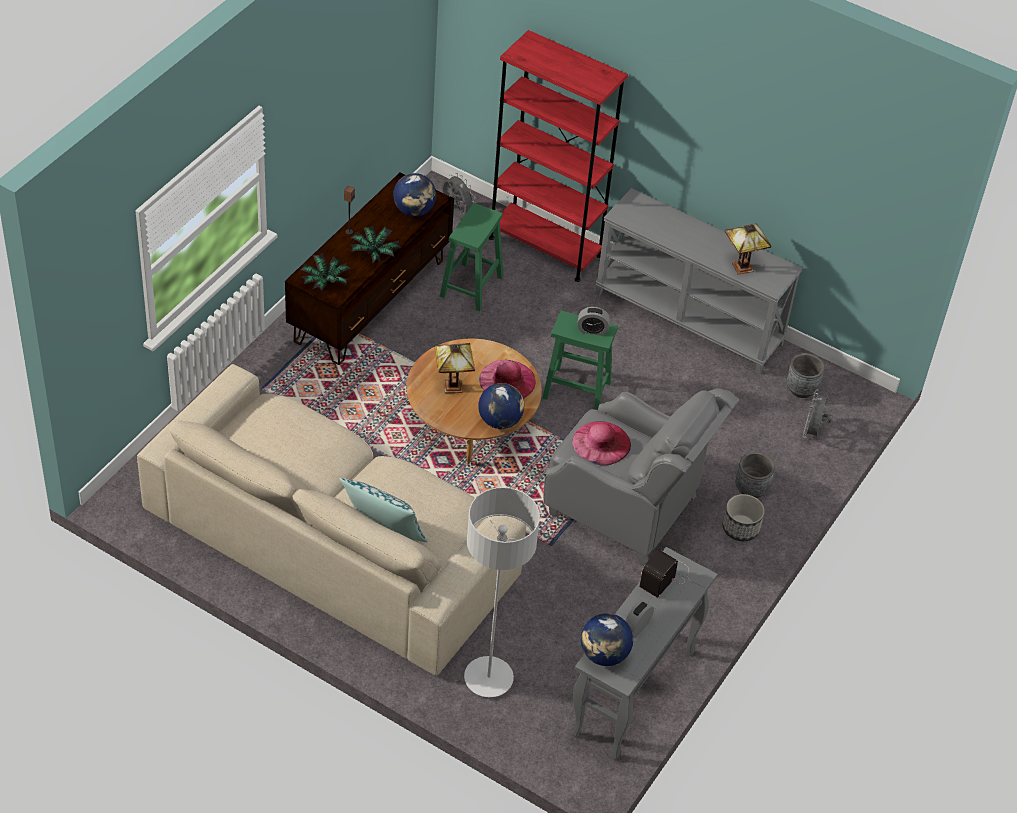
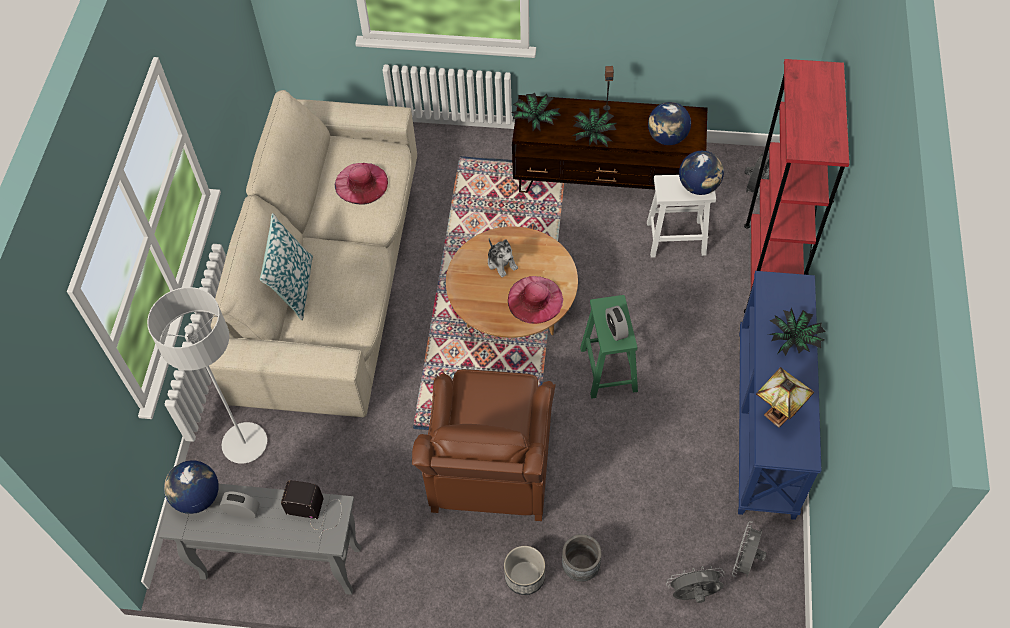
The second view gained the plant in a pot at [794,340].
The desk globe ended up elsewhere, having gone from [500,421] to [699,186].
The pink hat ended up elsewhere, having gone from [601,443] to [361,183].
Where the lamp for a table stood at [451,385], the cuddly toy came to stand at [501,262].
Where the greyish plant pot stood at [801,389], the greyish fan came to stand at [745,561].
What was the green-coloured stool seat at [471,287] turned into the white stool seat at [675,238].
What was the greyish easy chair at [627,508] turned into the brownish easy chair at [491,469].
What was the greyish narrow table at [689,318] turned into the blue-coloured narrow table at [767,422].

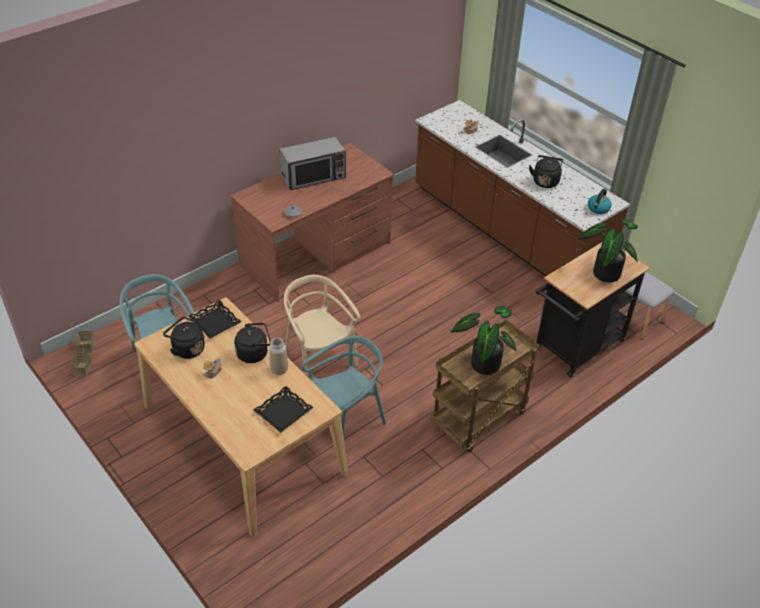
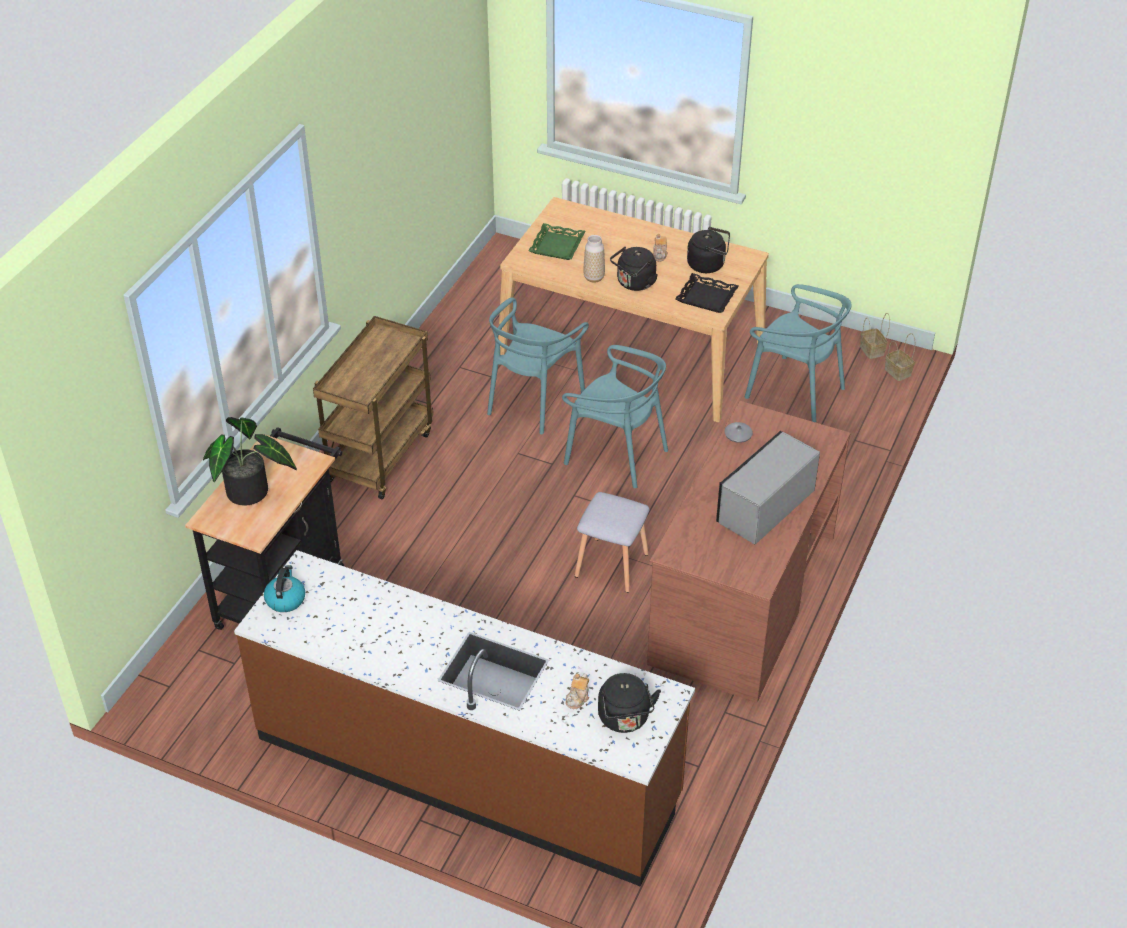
The second view lost the plant in a pot at [483,362].
The black kettle ended up elsewhere, having gone from [545,181] to [625,719].
The greyish stool seat ended up elsewhere, having gone from [639,321] to [611,564].
What was the black carrying tray at [283,412] turned into the green-coloured carrying tray at [557,246].
What was the beige-coloured chair at [319,359] turned into the blue-green chair at [616,454].

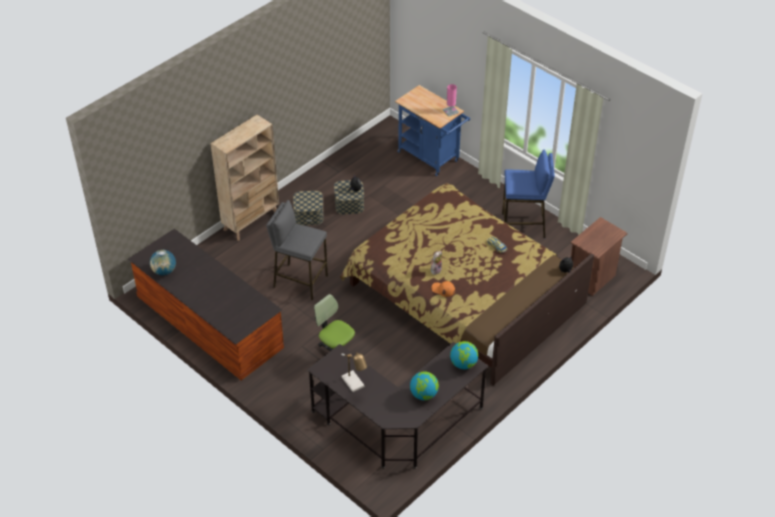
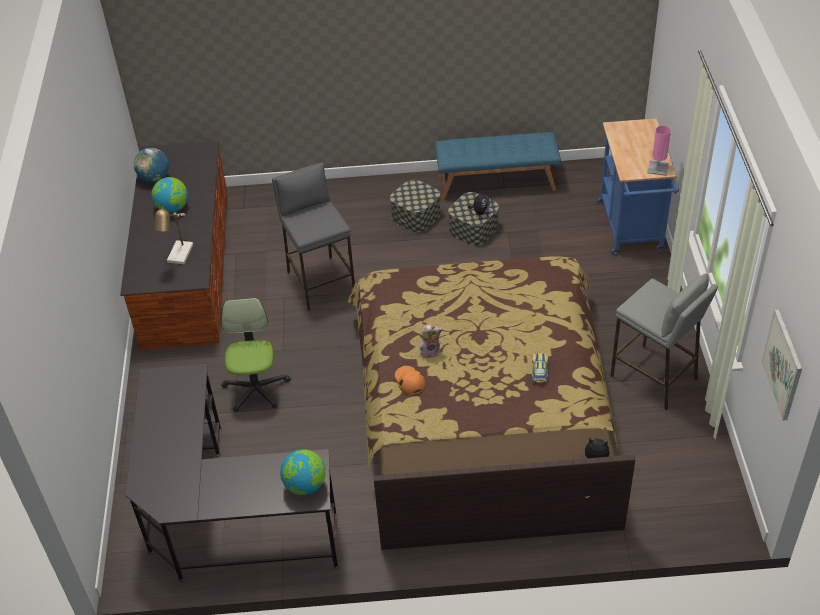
The second view lost the beige-coloured bookshelf at [251,221].
The second view lost the brownish nightstand at [592,278].
The second view gained the blue-coloured bench at [496,182].
The second view gained the wall picture at [783,364].
The lamp for a table ended up elsewhere, having gone from [355,384] to [179,256].
The desk globe ended up elsewhere, having gone from [424,394] to [173,208].
What was the blue-coloured stool seat at [523,226] turned into the greyish stool seat at [654,378].

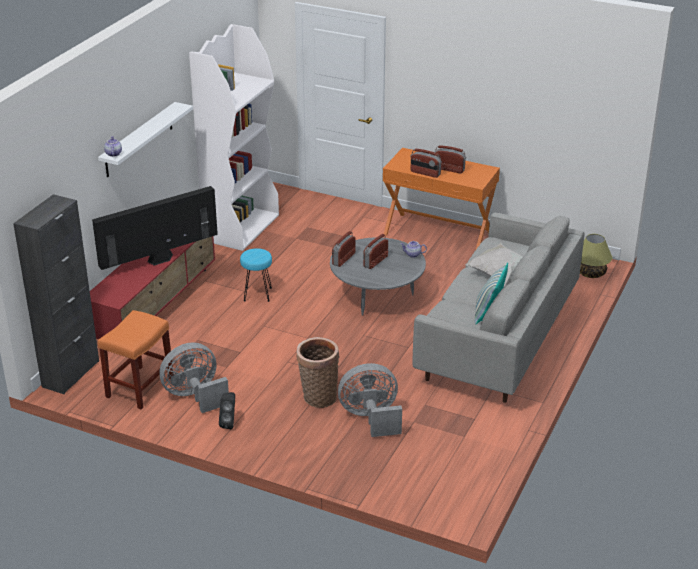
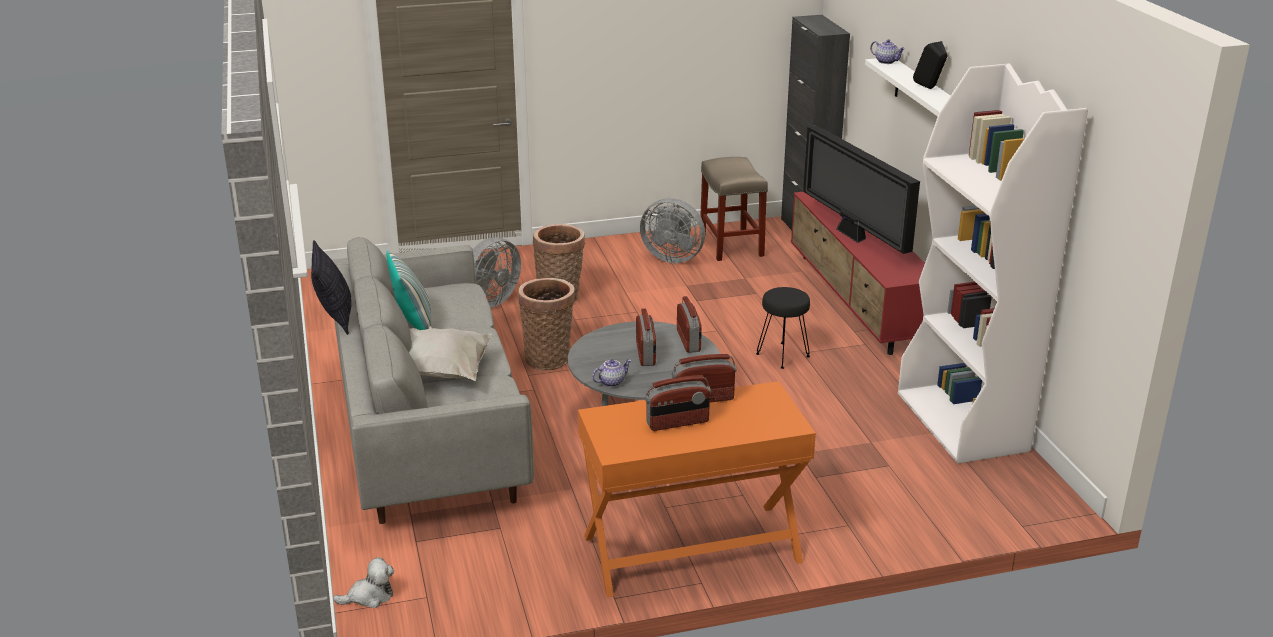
The second view gained the throw pillow at [335,318].
The second view gained the storage basket at [548,358].
The black loudspeaker ended up elsewhere, having gone from [229,423] to [929,88].
Where the lamp for a table stood at [591,273], the cuddly toy came to stand at [369,596].
What was the orange stool seat at [139,388] turned into the beige-coloured stool seat at [730,244].
What was the blue-green stool seat at [257,294] turned into the black stool seat at [783,356].
The TV at [159,260] ended up facing another way, 135 degrees clockwise from before.
The greyish fan at [195,396] ended up facing another way, 90 degrees clockwise from before.

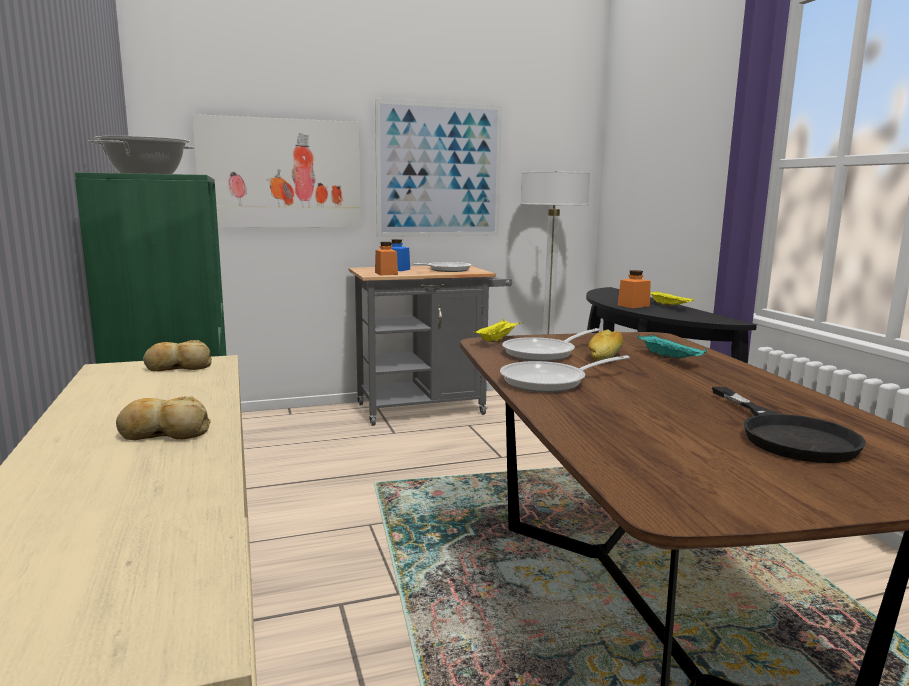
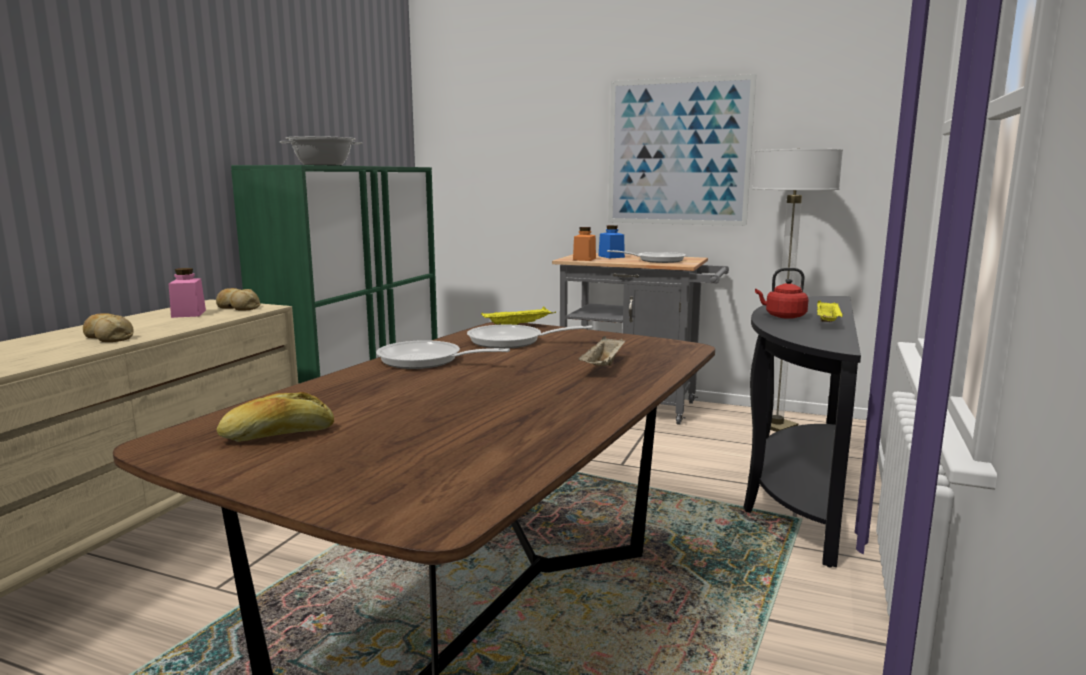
The second view lost the wall picture at [280,173].
The second view lost the black frying pan at [787,435].
The second view gained the pink preserve jar at [188,314].
The bread ended up elsewhere, having gone from [605,357] to [278,435].
Where the orange preserve jar stood at [633,305], the reddish kettle came to stand at [783,316].
What was the blue-green carrying tray at [670,359] turned into the beige-coloured carrying tray at [603,367].

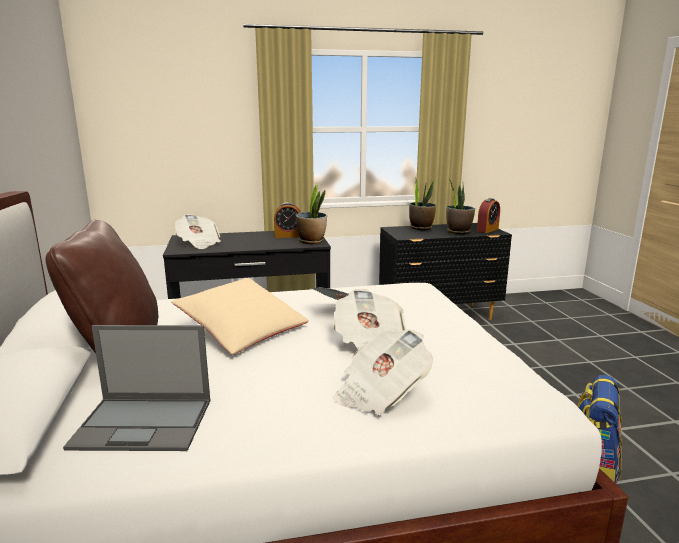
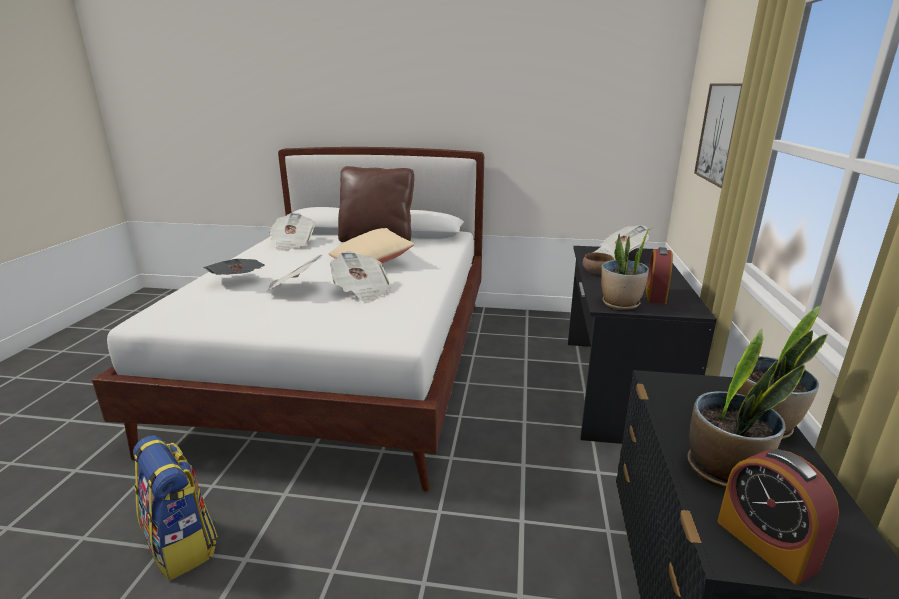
The second view gained the brownish bowl at [597,273].
The second view gained the wall picture at [722,133].
Where the notebook computer stood at [145,423], the printed paper came to stand at [292,244].

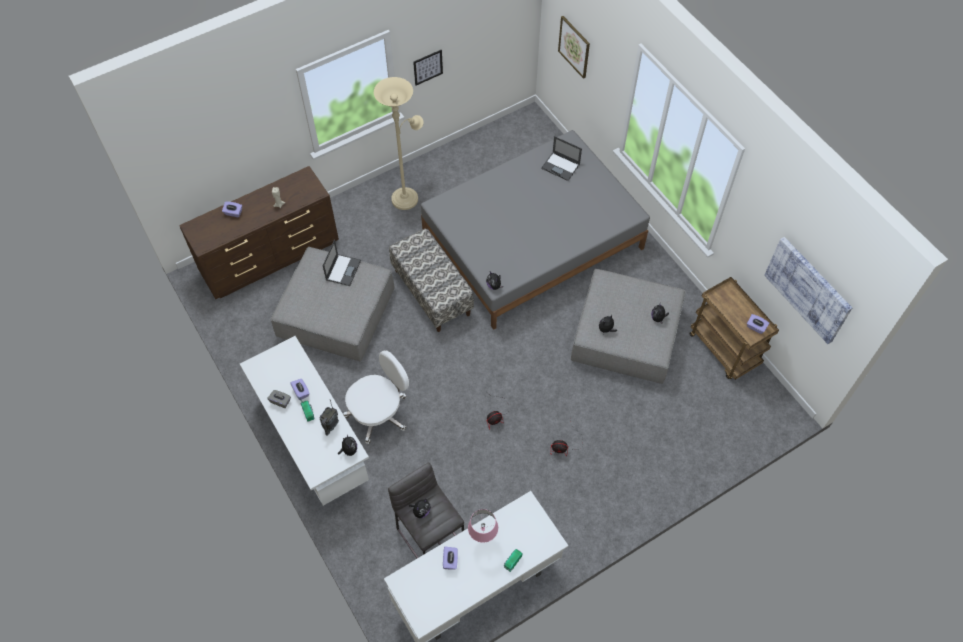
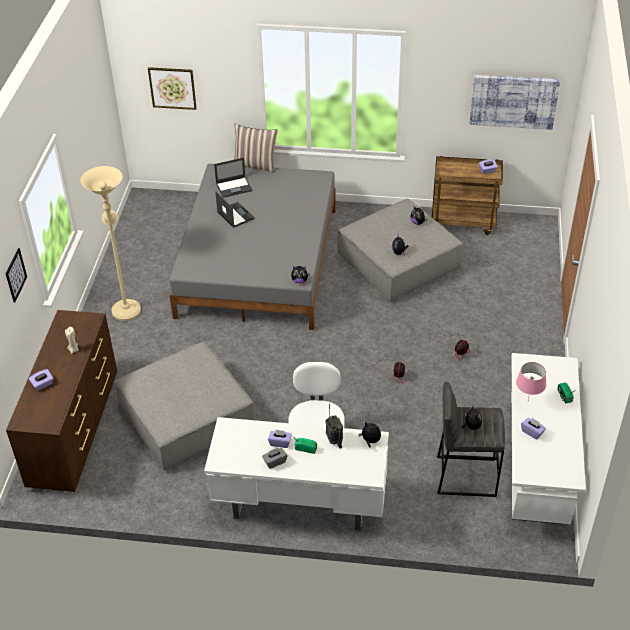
The second view lost the bench at [432,292].
The second view gained the throw pillow at [255,165].
The notebook computer ended up elsewhere, having gone from [343,270] to [235,215].
The wall picture ended up elsewhere, having gone from [428,67] to [15,275].

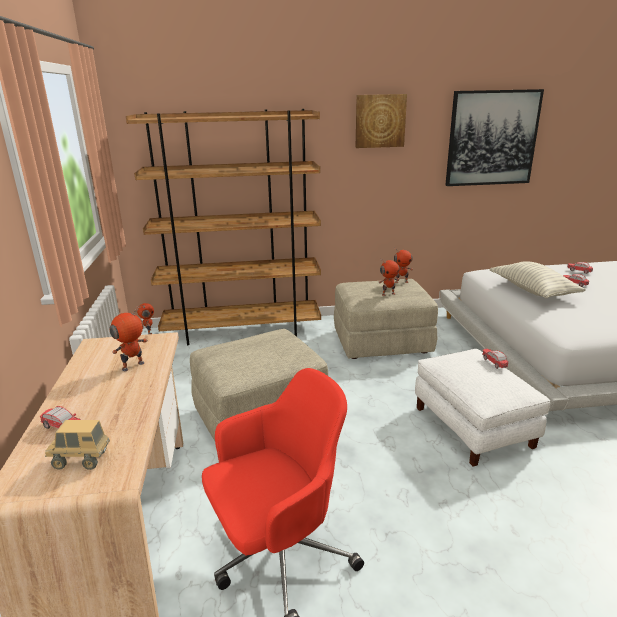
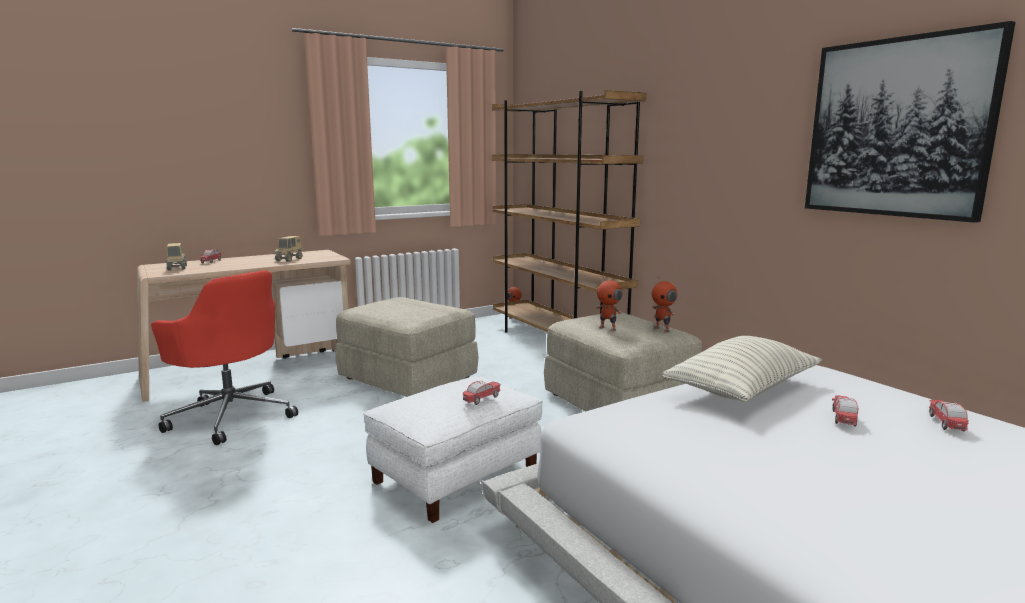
The second view lost the wall picture at [380,121].
Where the model robot stood at [133,366], the model truck came to stand at [289,260].

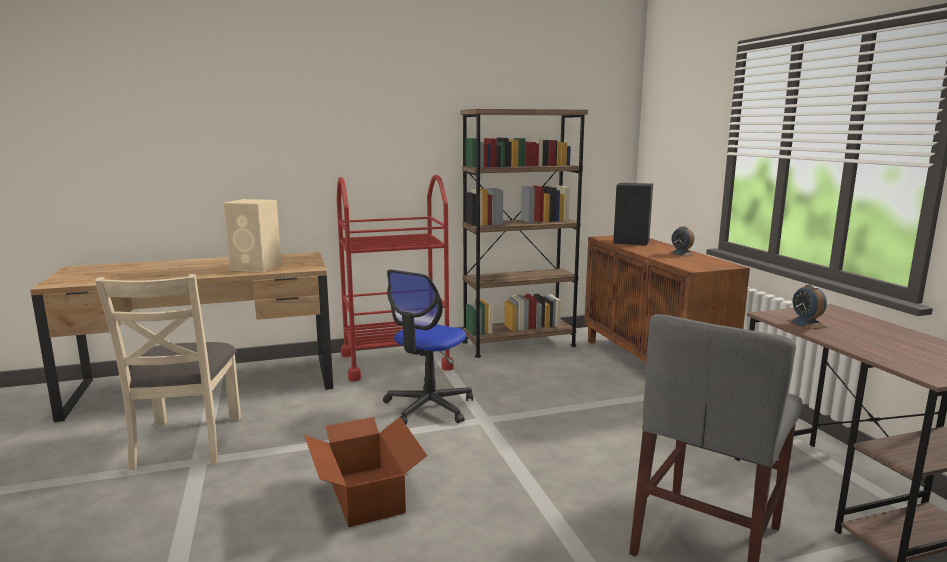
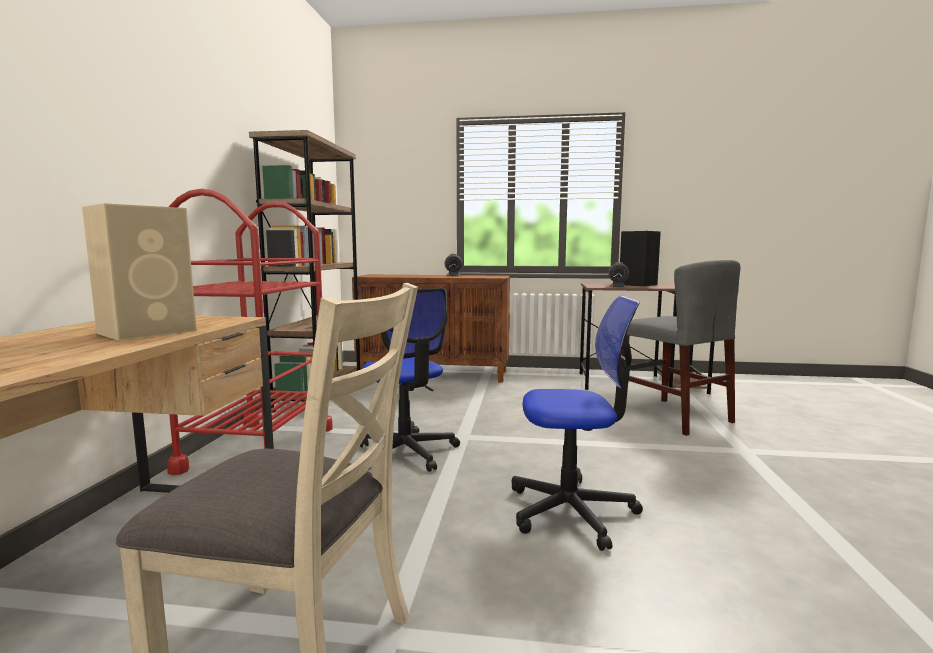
The black loudspeaker ended up elsewhere, having gone from [632,242] to [638,284].
Where the packing box stood at [365,496], the office chair came to stand at [571,511].

